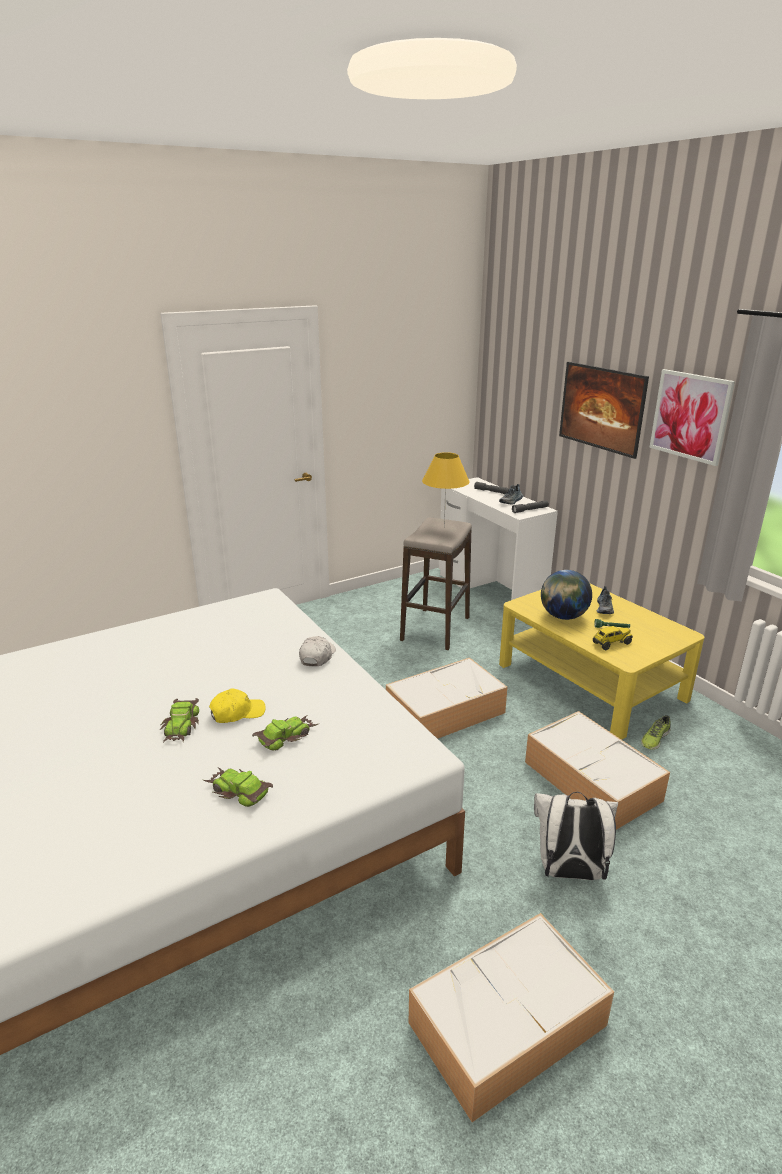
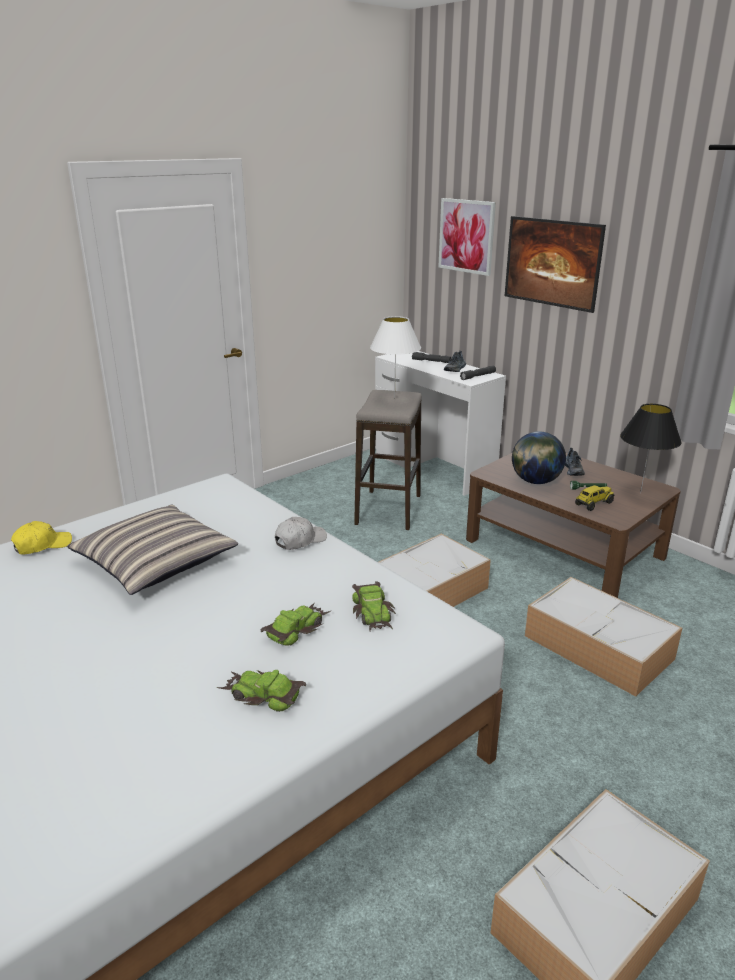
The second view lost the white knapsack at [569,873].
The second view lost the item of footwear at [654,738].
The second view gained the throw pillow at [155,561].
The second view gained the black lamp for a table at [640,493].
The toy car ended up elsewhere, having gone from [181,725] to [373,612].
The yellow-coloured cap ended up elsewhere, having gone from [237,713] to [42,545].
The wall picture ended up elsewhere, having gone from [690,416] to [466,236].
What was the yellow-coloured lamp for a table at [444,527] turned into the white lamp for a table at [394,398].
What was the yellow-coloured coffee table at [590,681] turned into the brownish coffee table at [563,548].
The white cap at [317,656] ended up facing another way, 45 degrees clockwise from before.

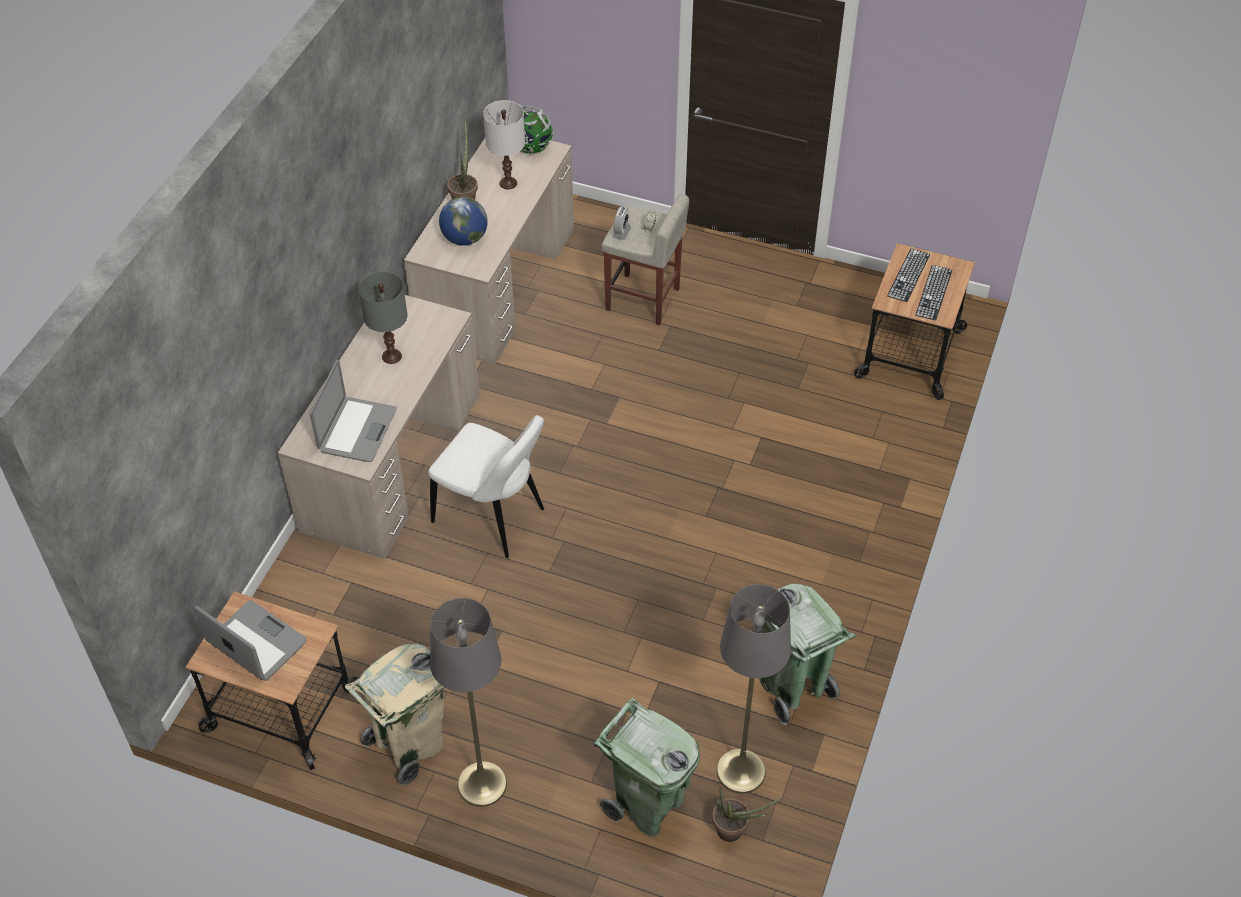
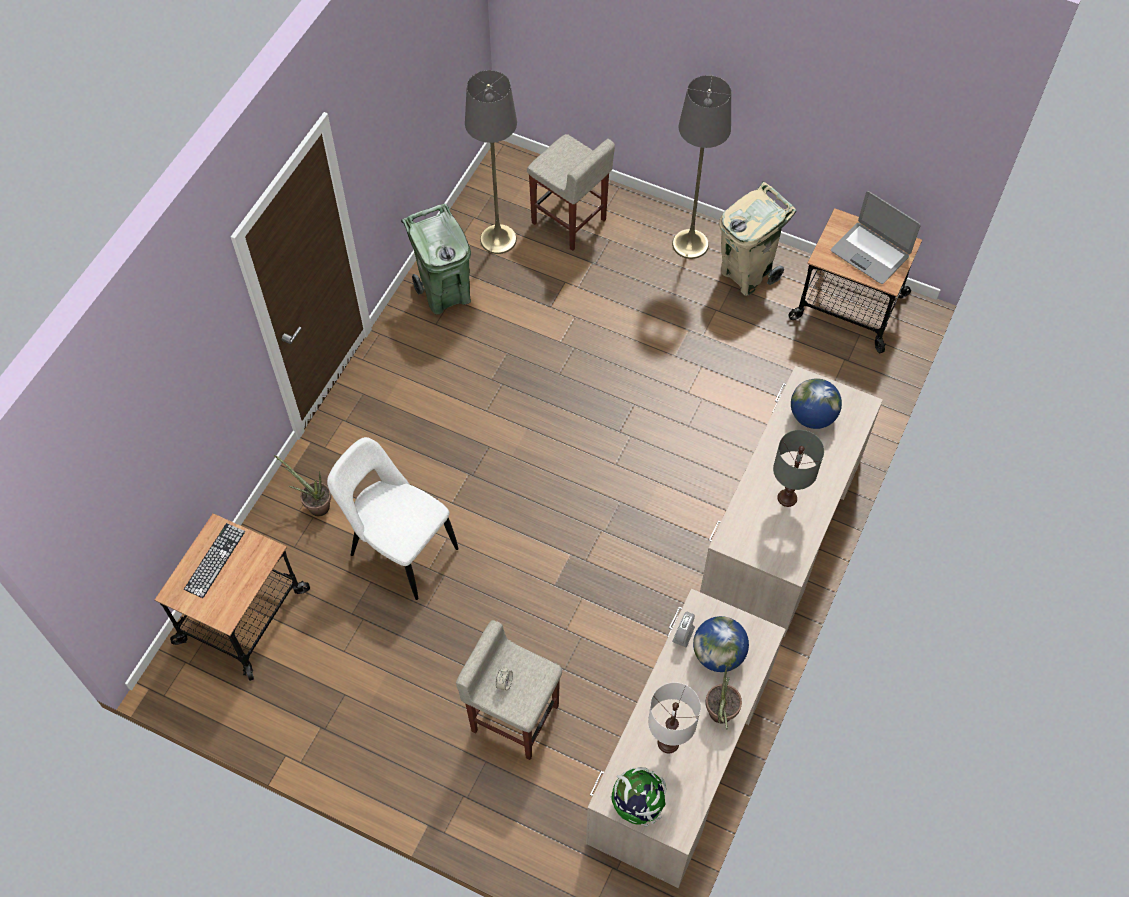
The second view lost the PC keyboard at [908,275].
The white chair ended up elsewhere, having gone from [493,518] to [400,549].
The alarm clock ended up elsewhere, having gone from [621,232] to [683,634].
The plant in a pot ended up elsewhere, having gone from [735,832] to [315,505].
Where the notebook computer stood at [357,430], the desk globe came to stand at [812,416].
Where the green-coloured trash can stood at [648,805], the beige-coloured stool seat came to stand at [569,222].

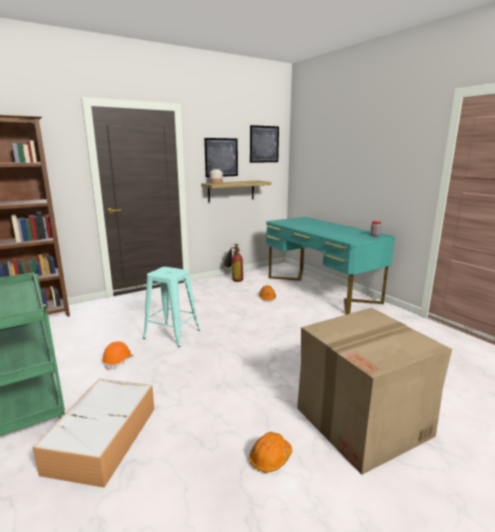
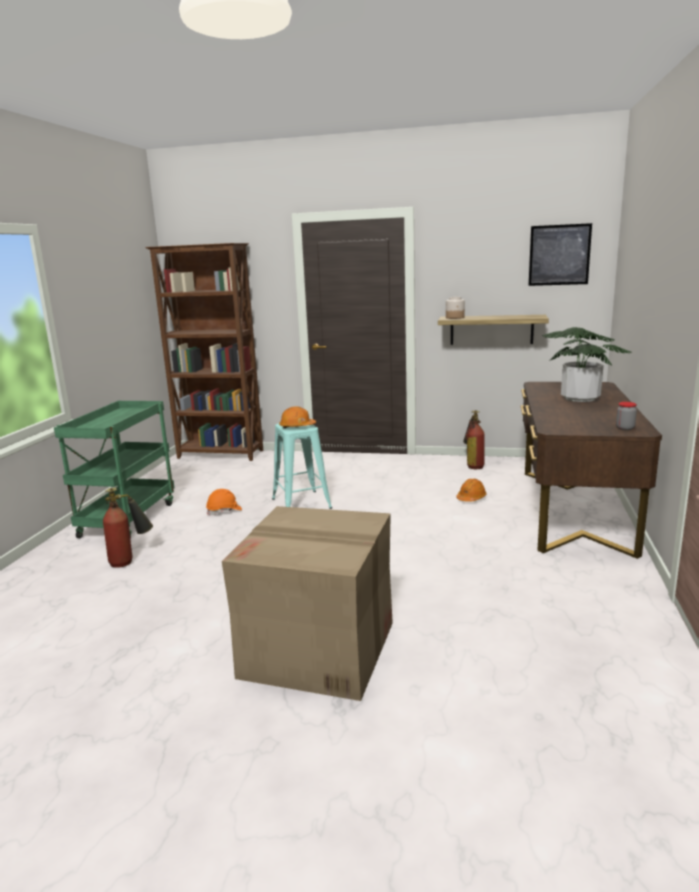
The second view lost the wall picture at [221,157].
The second view gained the plant in a pot at [580,398].
The orange safety helmet ended up elsewhere, having gone from [270,458] to [297,426].
Where the storage bin stood at [102,440], the fire extinguisher came to stand at [130,560].
What was the blue-green desk unit at [320,289] turned into the brownish desk unit at [573,509].

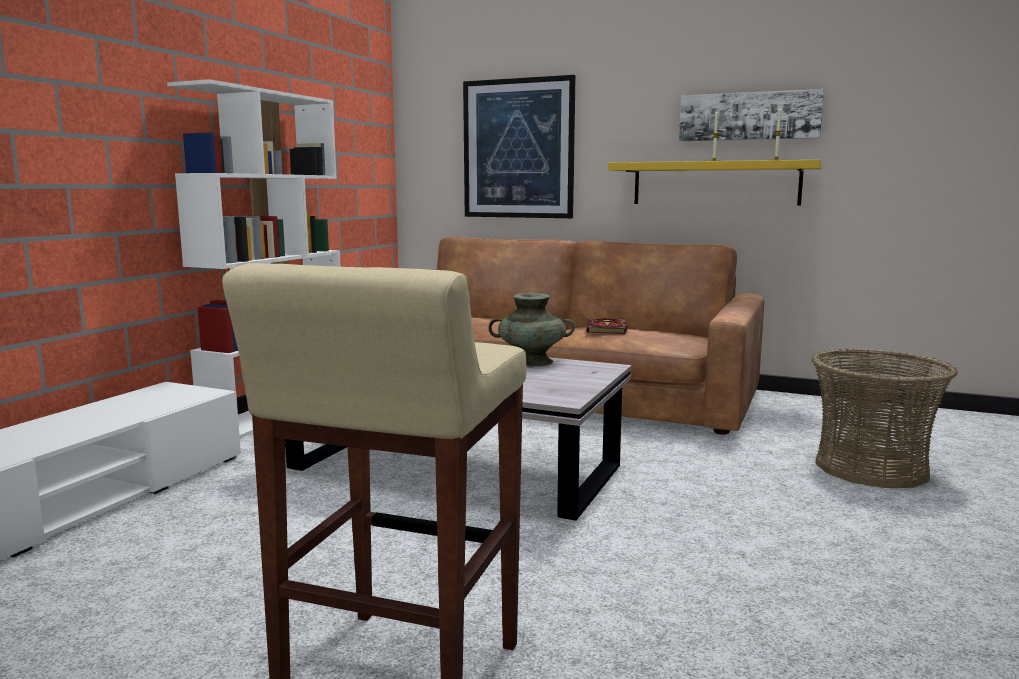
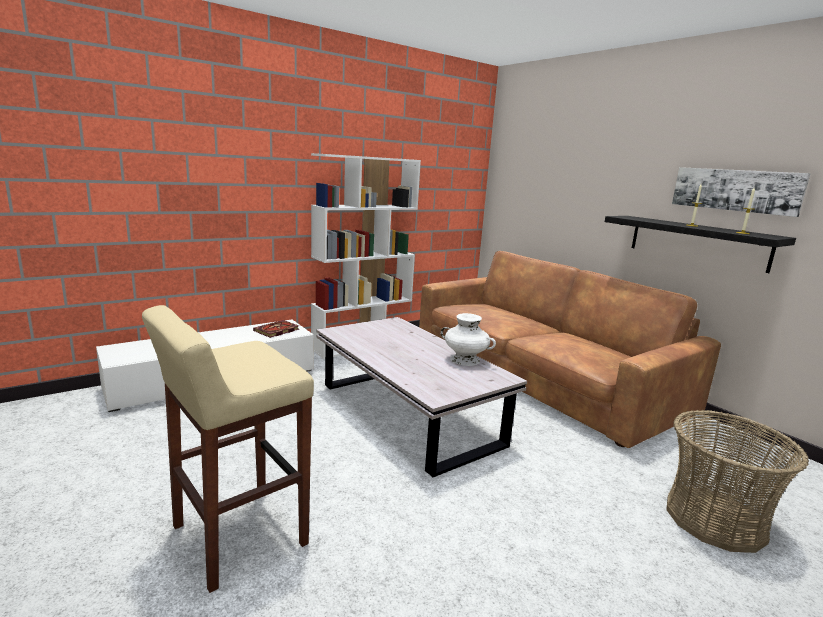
The second view lost the wall picture at [518,149].
The volume ended up elsewhere, having gone from [607,329] to [276,331].
What was the blue-green flower vase at [531,361] turned into the white flower vase at [465,360].
What was the yellow-coloured bracket shelf at [715,183] turned into the black bracket shelf at [697,242].

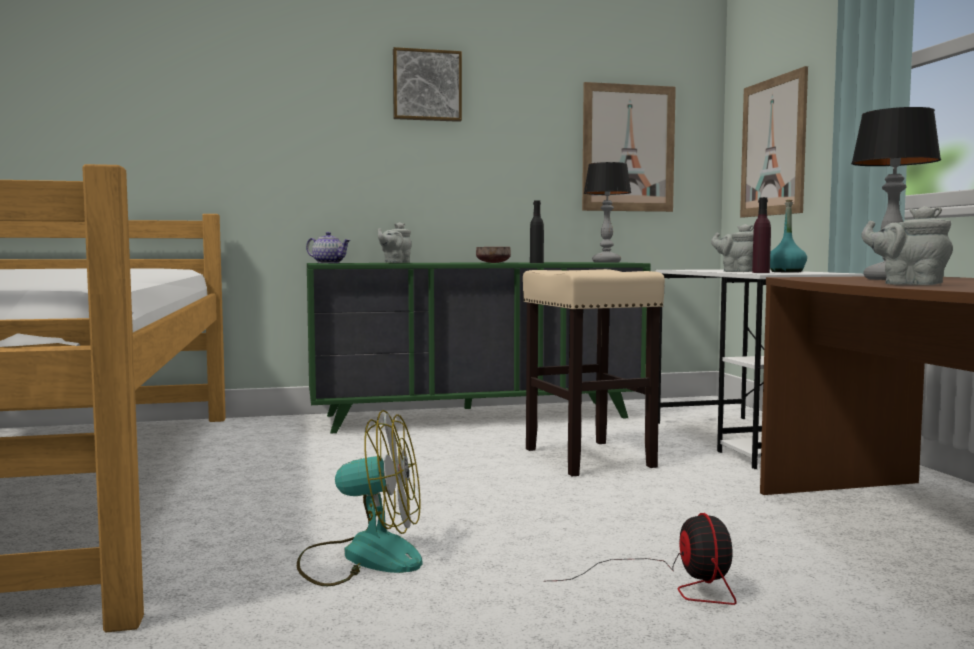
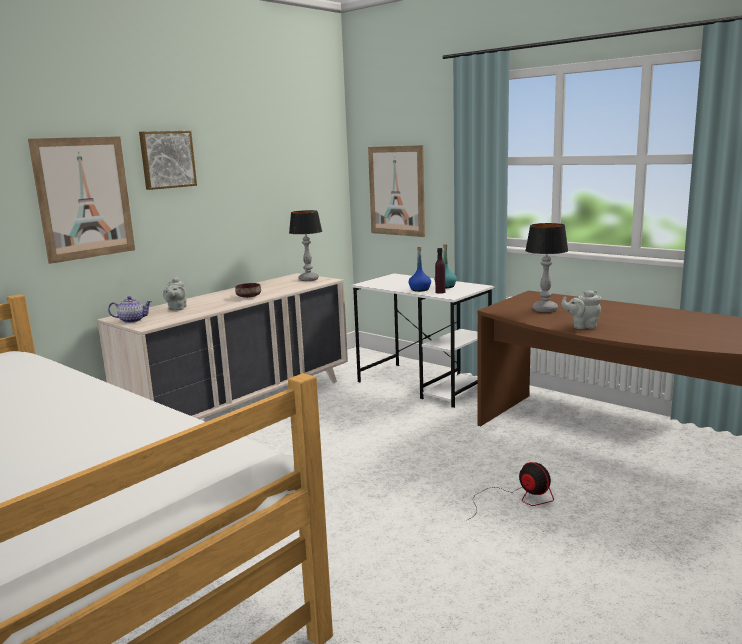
The second view lost the fan at [362,557].
The second view lost the beige-coloured stool seat at [587,457].
The second view lost the black drink bottle at [536,263].
The wall picture ended up elsewhere, having gone from [628,148] to [84,198].
Where the greyish pot for tea stood at [737,271], the blue-coloured drink bottle came to stand at [420,289].
What was the green-coloured chest of drawers at [477,416] turned into the beige-coloured chest of drawers at [243,405].

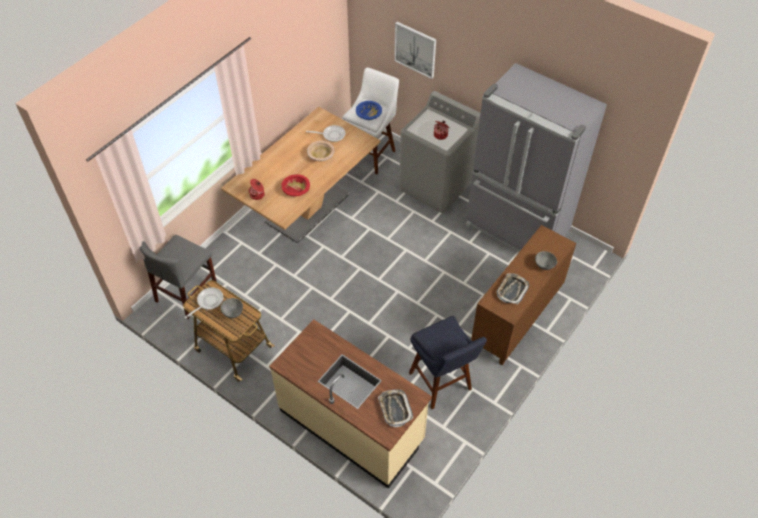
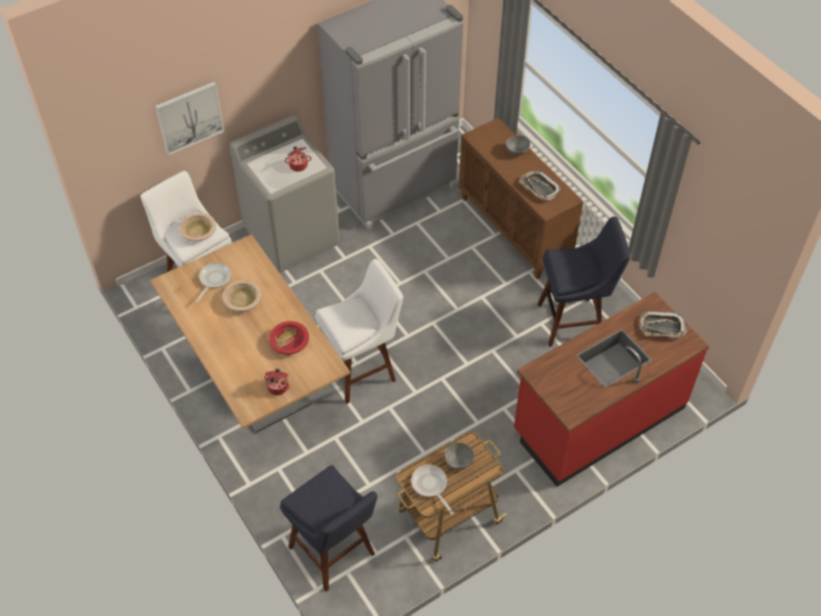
The second view gained the white stool seat at [363,370].
Where the greyish chair stood at [186,293], the blue-coloured stool seat came to stand at [335,554].
What was the beige-coloured counter at [352,425] turned into the reddish counter at [598,419].
What was the blue-coloured bowl at [369,114] turned into the beige-coloured bowl at [198,231].

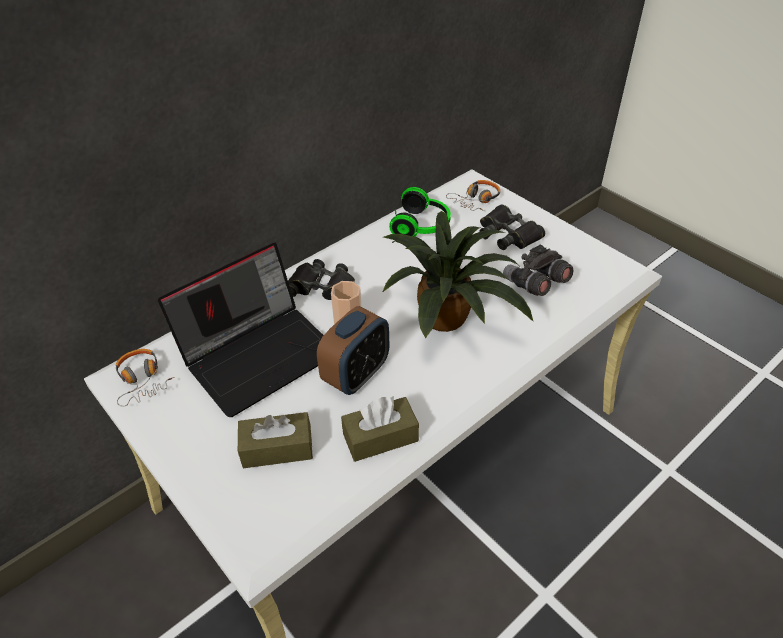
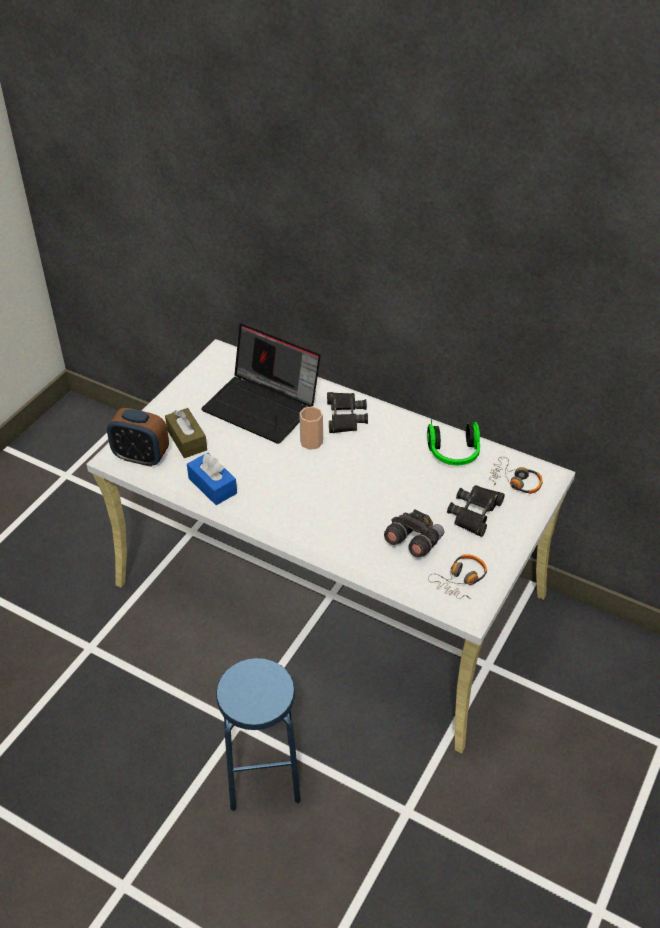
The second view lost the plant in a pot at [448,317].
The second view gained the blue-coloured stool seat at [262,775].
The headset ended up elsewhere, having gone from [142,380] to [460,580].
The alarm clock ended up elsewhere, having gone from [356,375] to [141,457].
What was the brownish tissue holder at [380,437] turned into the blue-coloured tissue holder at [212,486].

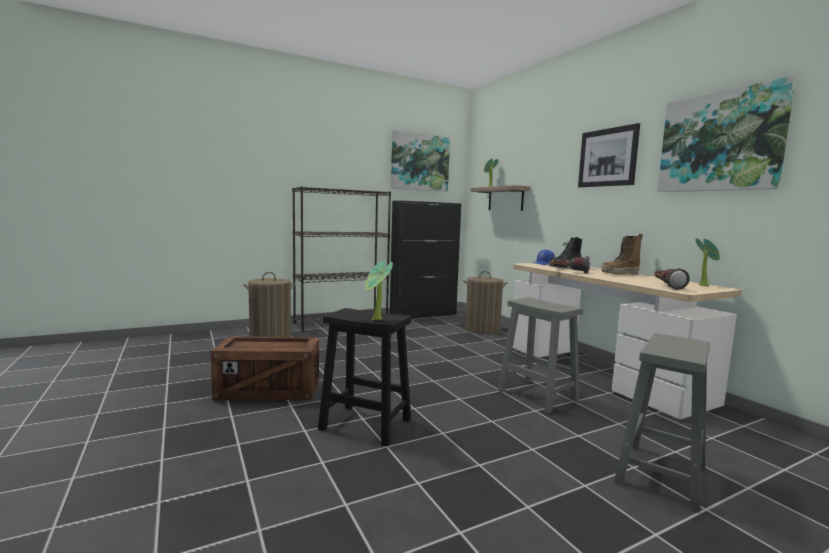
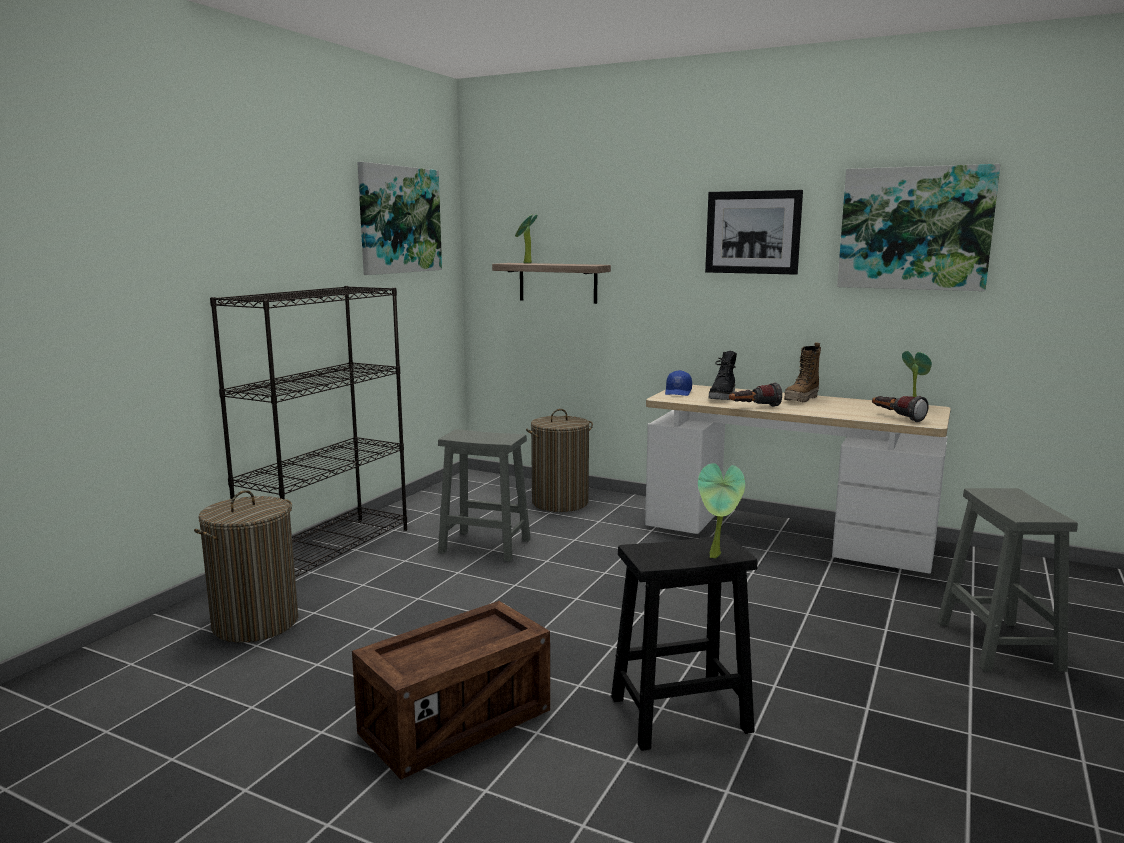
The second view lost the black cupboard at [423,314].
The greyish stool seat ended up elsewhere, having gone from [536,395] to [483,546].

